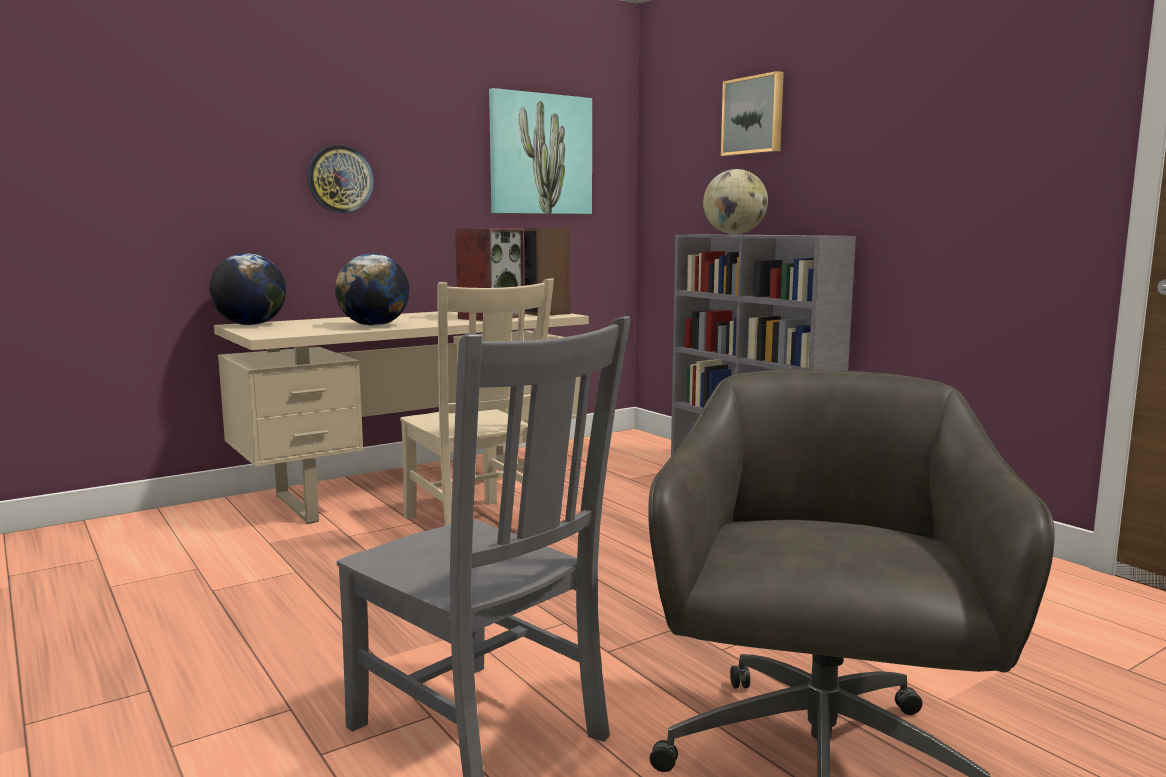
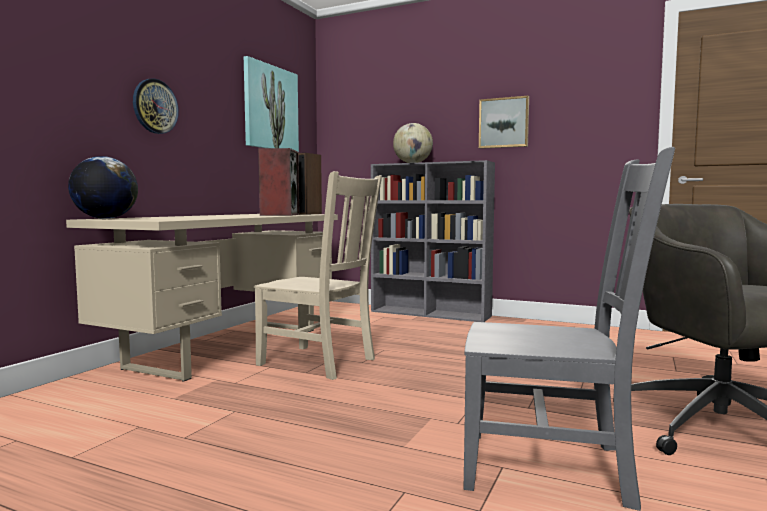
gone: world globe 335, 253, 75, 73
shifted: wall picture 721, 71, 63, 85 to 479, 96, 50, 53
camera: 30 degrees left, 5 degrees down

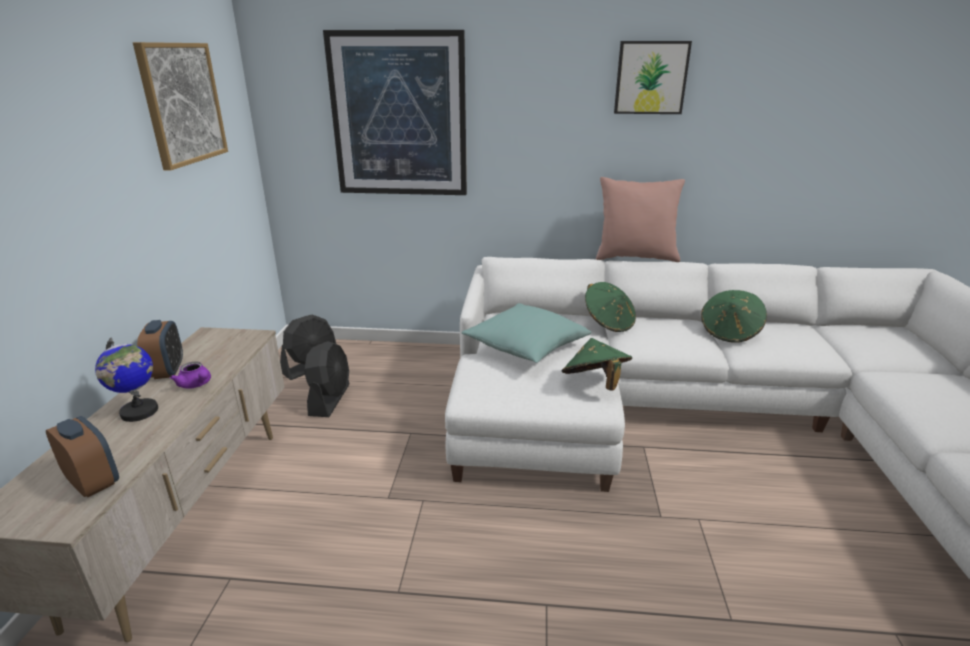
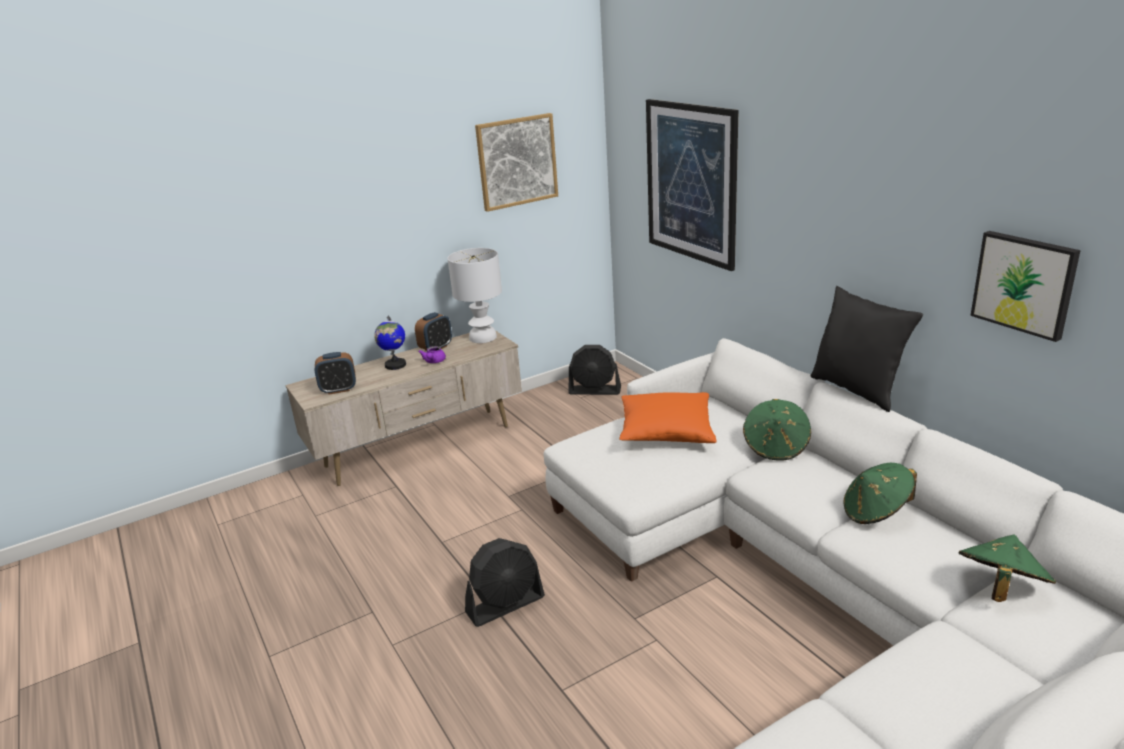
new: white lamp for a table 448, 248, 54, 95
shifted: black cooling fan 304, 341, 45, 76 to 465, 538, 80, 89; greenish clothing hat 562, 338, 70, 52 to 958, 534, 98, 68; wall picture 614, 41, 78, 73 to 970, 231, 111, 111
repainted: blue-green cushion 461, 303, 131, 60 to orange-coloured cushion 619, 392, 98, 51; pinkish cushion 596, 177, 89, 85 to black cushion 810, 286, 113, 126
rotated: bedside clock 46, 416, 73, 81 = 315, 352, 41, 43 75 degrees clockwise
camera: 55 degrees right, 0 degrees up

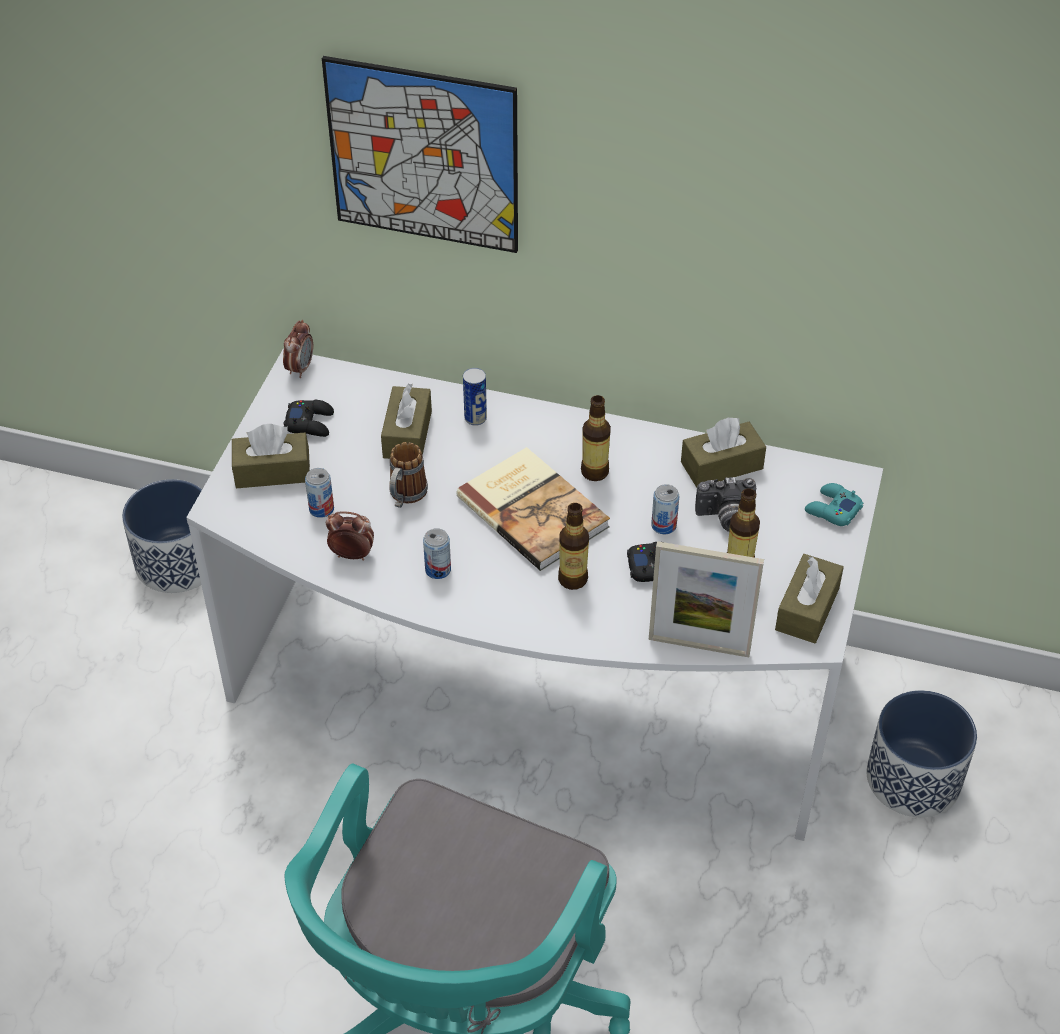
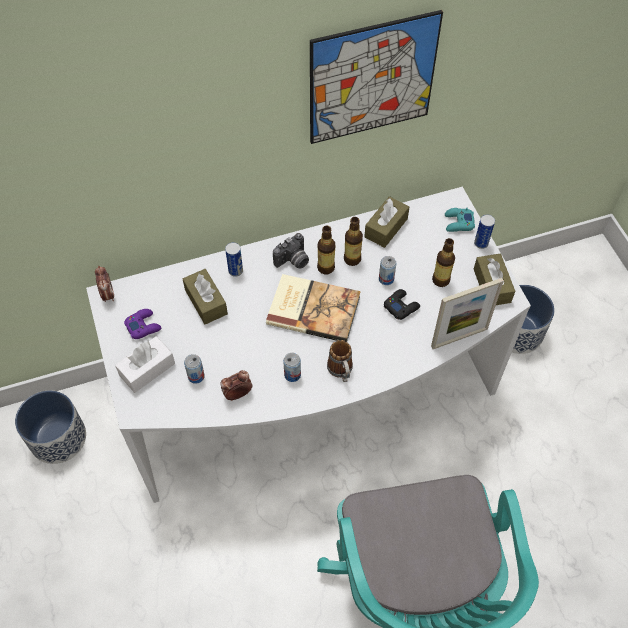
new: sealed can 474, 214, 21, 35
shifted: wall picture 322, 56, 196, 197 to 310, 10, 133, 134; mug 389, 442, 39, 66 to 327, 340, 26, 42; drink bottle 558, 503, 31, 87 to 344, 217, 19, 49; still camera 695, 477, 61, 55 to 273, 233, 36, 36
repainted: brownish box of tissues 232, 424, 78, 64 to white box of tissues 115, 336, 60, 57; black game controller 283, 400, 51, 37 to purple game controller 124, 309, 37, 30
camera: 35 degrees left, 10 degrees up

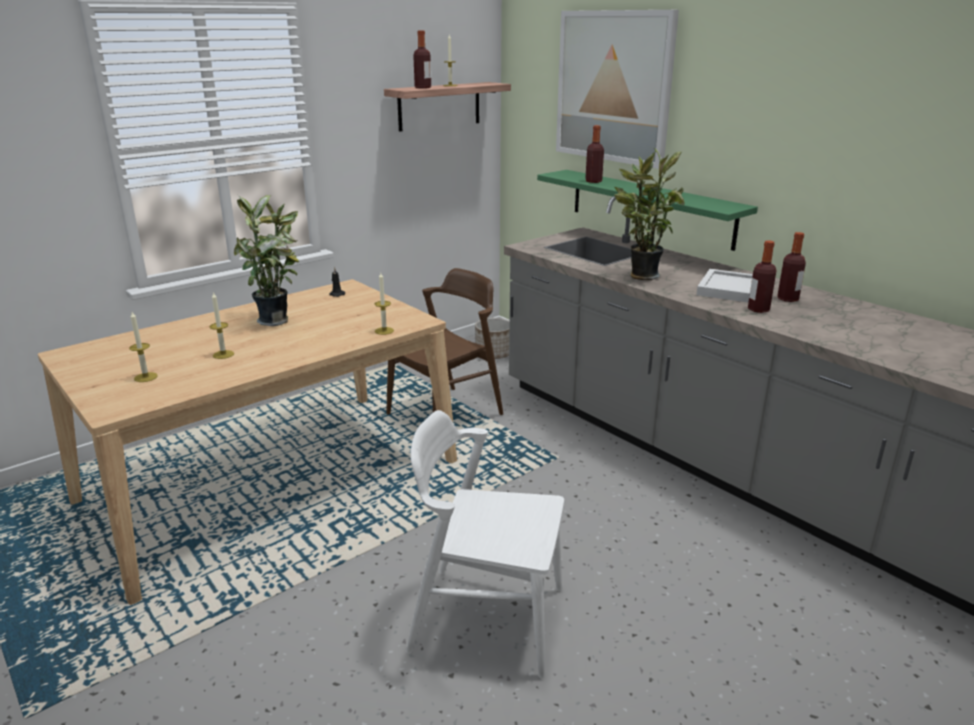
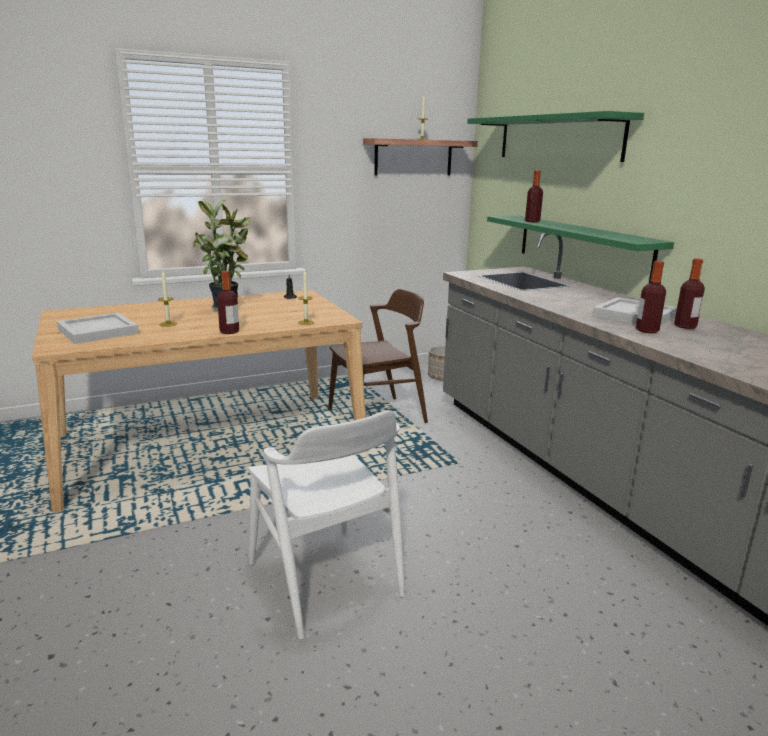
gone: plant in a pot 614, 148, 71, 132
shifted: drink bottle 413, 30, 18, 59 to 217, 271, 22, 63
swapped: wax candle 129, 312, 29, 70 to white serving tray 57, 313, 82, 31; wall picture 556, 10, 123, 159 to greenish bracket shelf 467, 111, 177, 51
rotated: white chair 406, 410, 158, 268 = 248, 410, 157, 229 150 degrees counterclockwise
camera: 15 degrees right, 5 degrees down

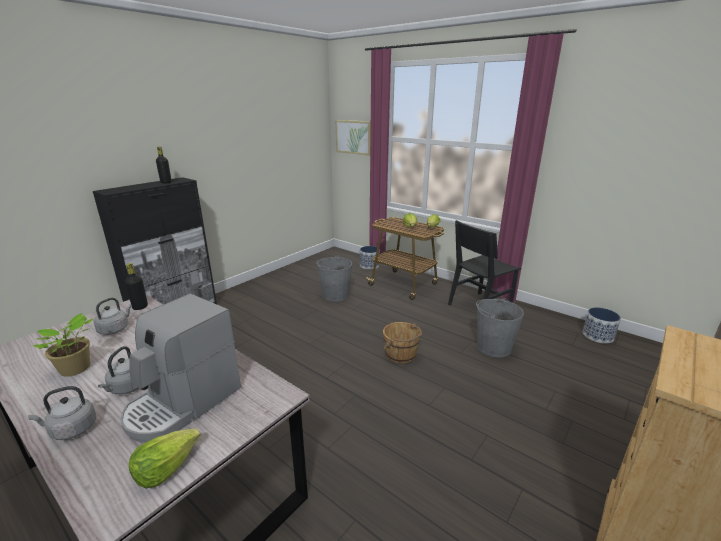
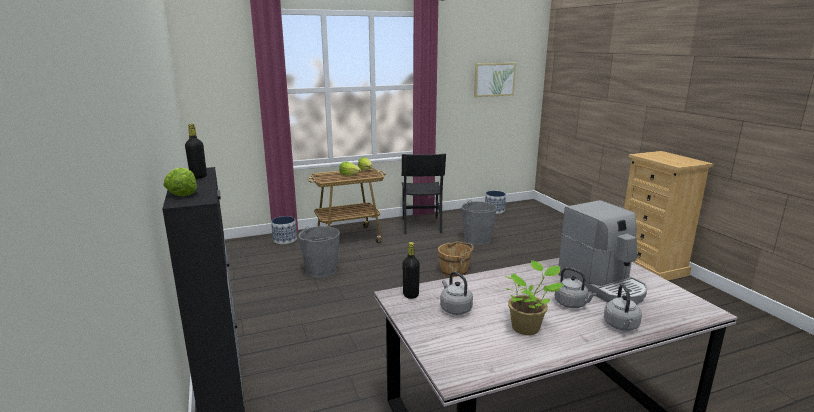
shifted: lettuce head 129, 429, 72, 59 to 164, 168, 33, 28; wall picture 336, 120, 35, 35 to 474, 63, 42, 34
camera: 60 degrees left, 5 degrees down

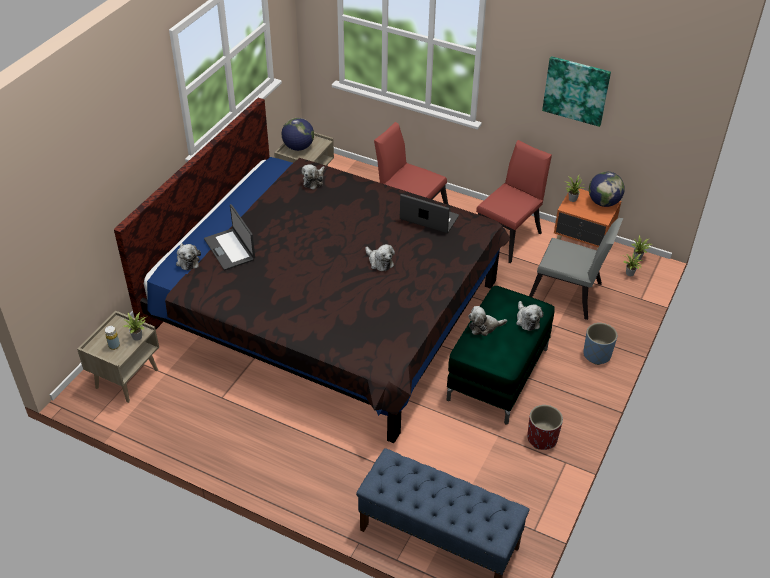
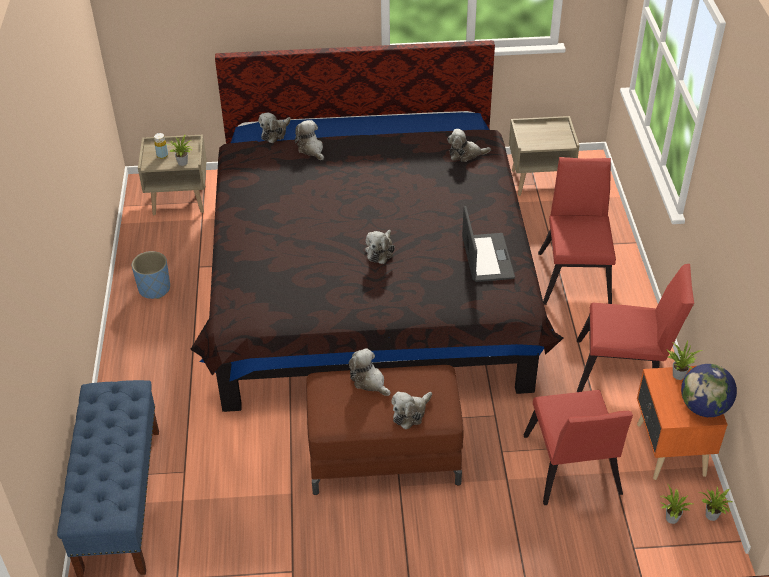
gone: world globe 281, 118, 33, 33; red-coloured flower pot 527, 405, 36, 45; wall picture 542, 56, 69, 71
shifted: blue flower pot 583, 323, 34, 42 to 132, 251, 38, 48
swapped: notebook computer 204, 204, 51, 66 to cuddly toy 295, 120, 29, 41
repainted: greenish ottoman 447, 286, 108, 139 to brownish ottoman 306, 365, 158, 130; grey chair 529, 218, 94, 102 to red-coloured chair 524, 390, 109, 115
camera: 60 degrees right, 0 degrees up

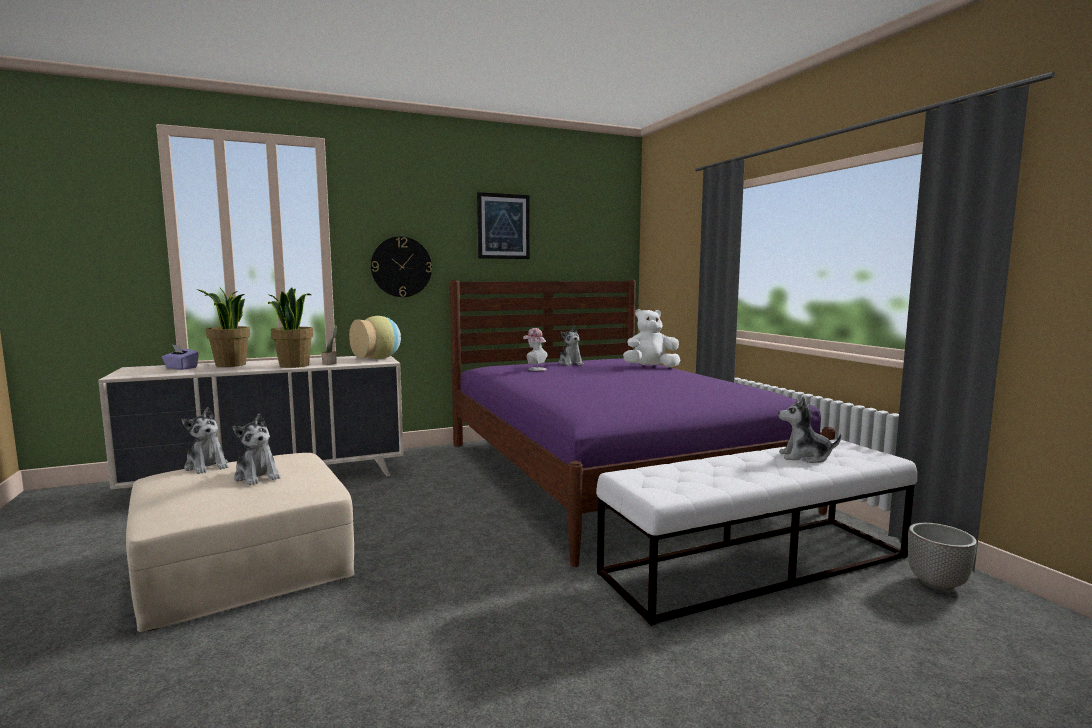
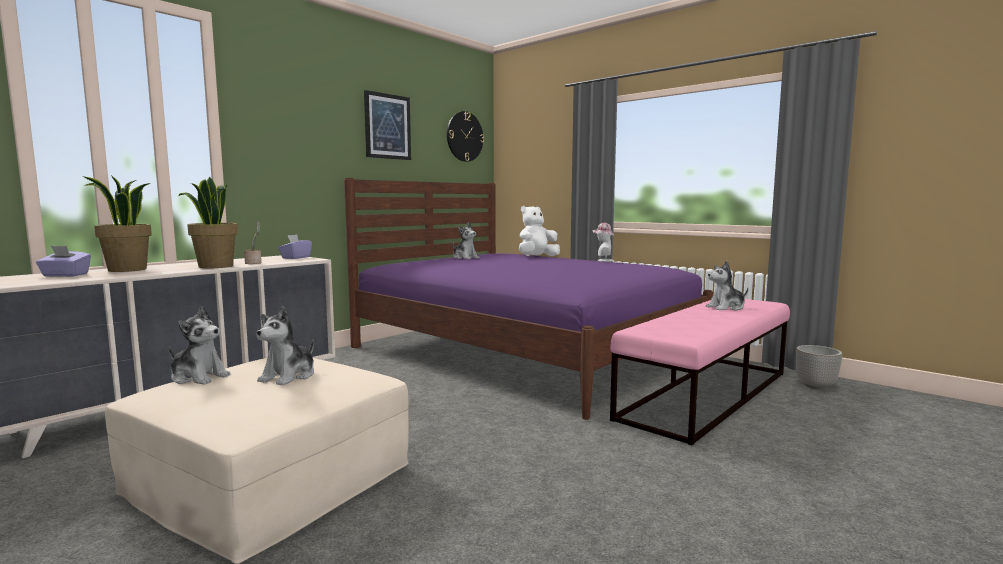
shifted: wall clock 371, 236, 61, 61 to 447, 111, 37, 51; clothing hat 523, 328, 25, 43 to 592, 223, 23, 39
swapped: flower vase 349, 316, 52, 43 to purple box of tissues 278, 235, 34, 24
repainted: white long seat 596, 439, 321, 187 to pinkish long seat 610, 299, 180, 147
rotated: cuddly toy 232, 414, 49, 71 = 256, 306, 58, 80 90 degrees clockwise
camera: 25 degrees left, 0 degrees up

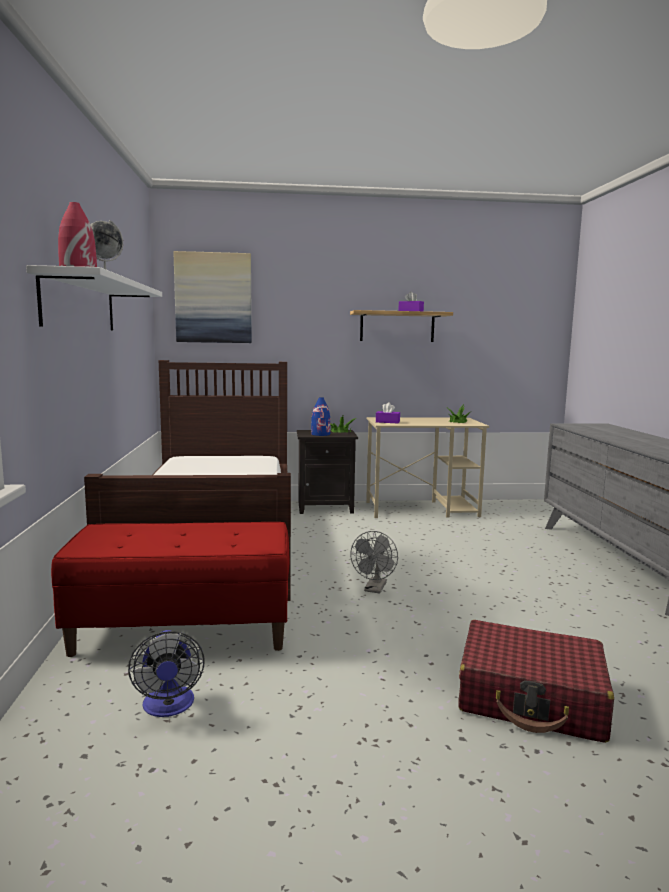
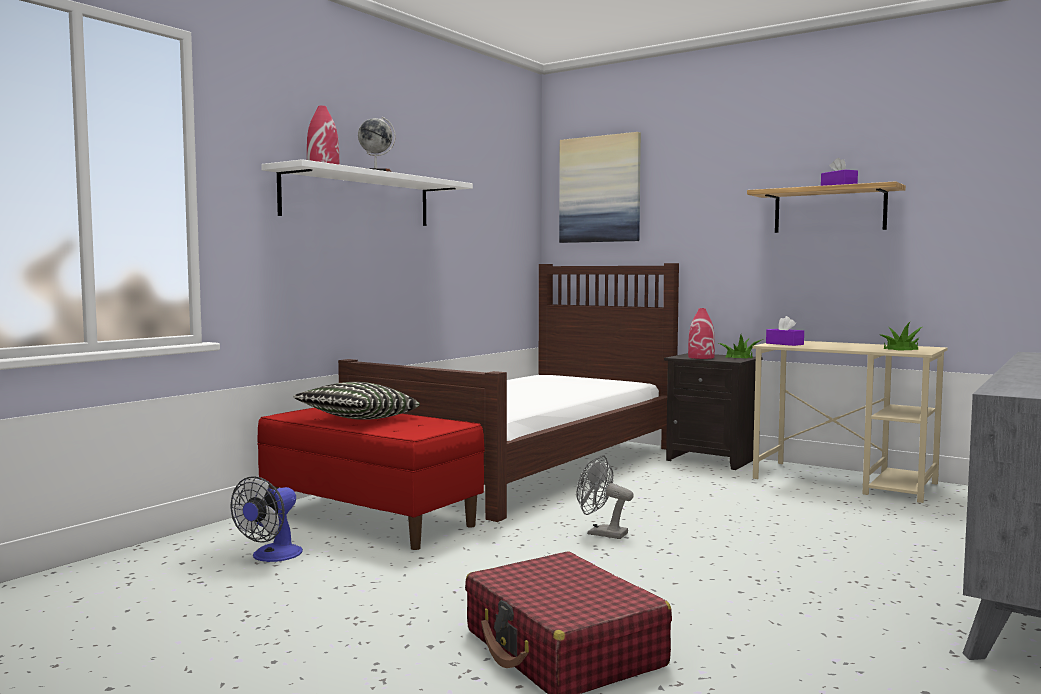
new: cushion 293, 382, 127, 38
repainted: blue flower vase 311, 397, 20, 39 to red-coloured flower vase 688, 308, 27, 51
rotated: grey cooling fan 350, 531, 48, 62 = 576, 455, 58, 84 60 degrees clockwise
camera: 40 degrees right, 5 degrees down

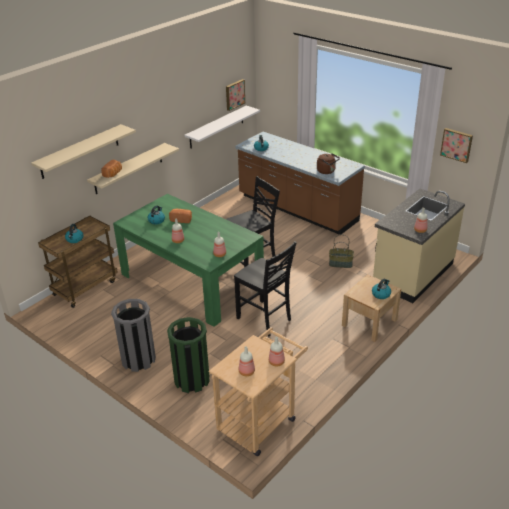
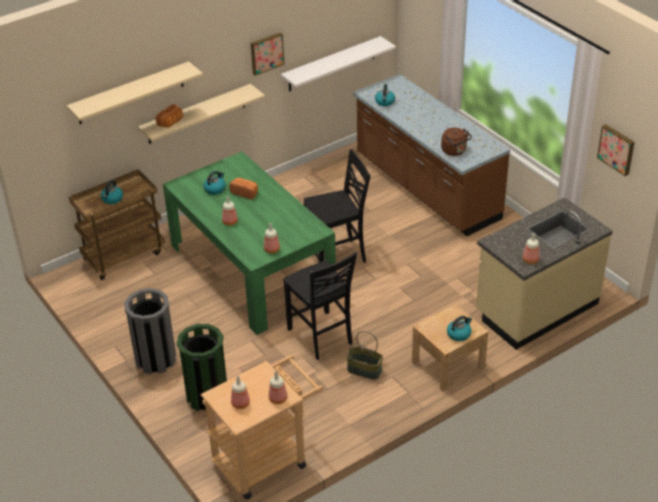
shifted: wall picture 226, 79, 19, 32 to 251, 32, 33, 44; household basket 329, 234, 25, 34 to 346, 331, 37, 49
camera: 15 degrees right, 5 degrees up

